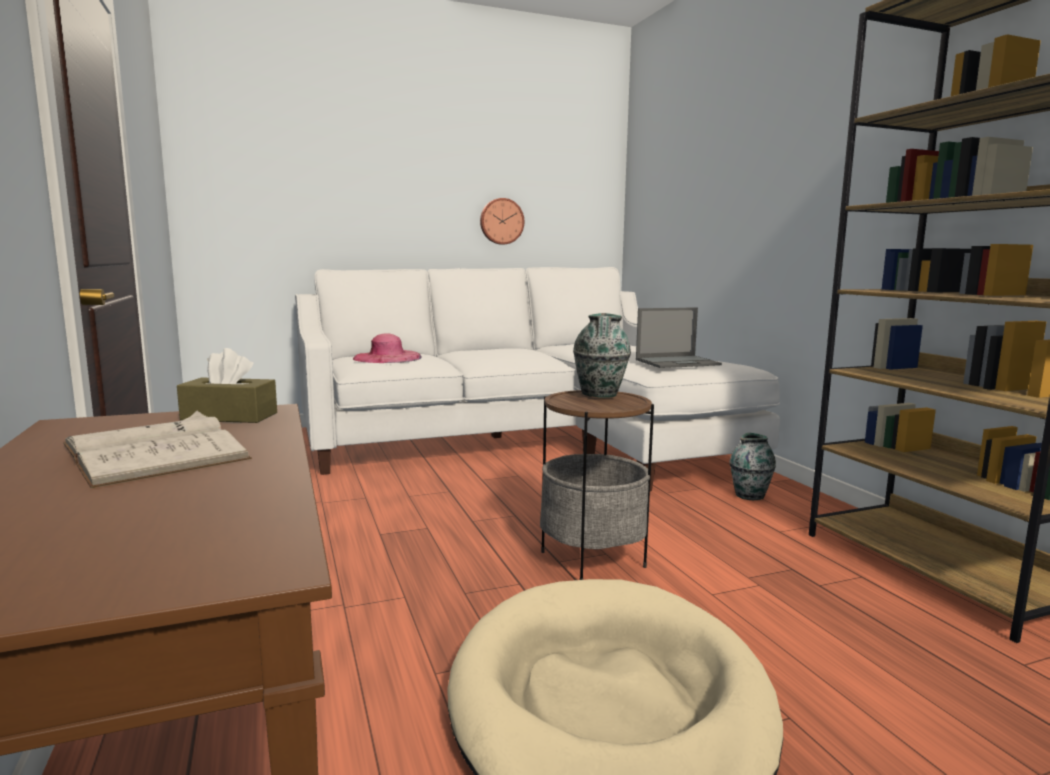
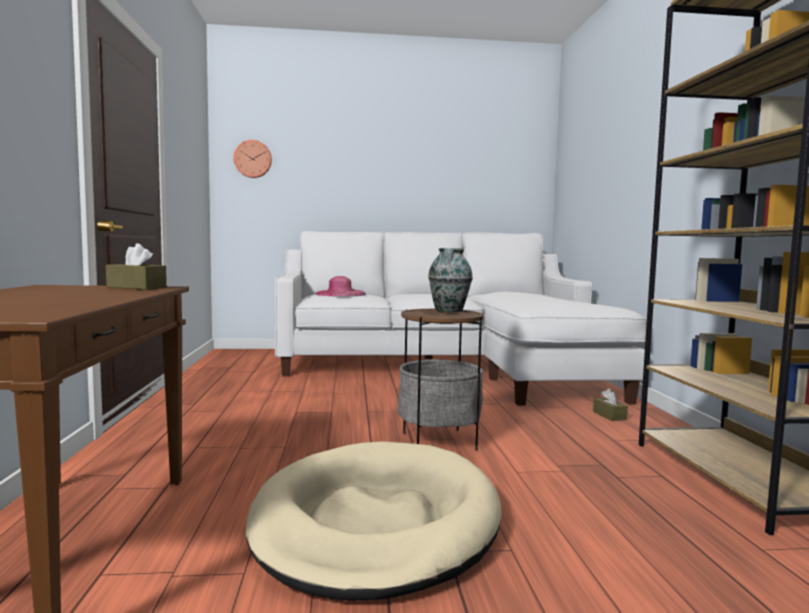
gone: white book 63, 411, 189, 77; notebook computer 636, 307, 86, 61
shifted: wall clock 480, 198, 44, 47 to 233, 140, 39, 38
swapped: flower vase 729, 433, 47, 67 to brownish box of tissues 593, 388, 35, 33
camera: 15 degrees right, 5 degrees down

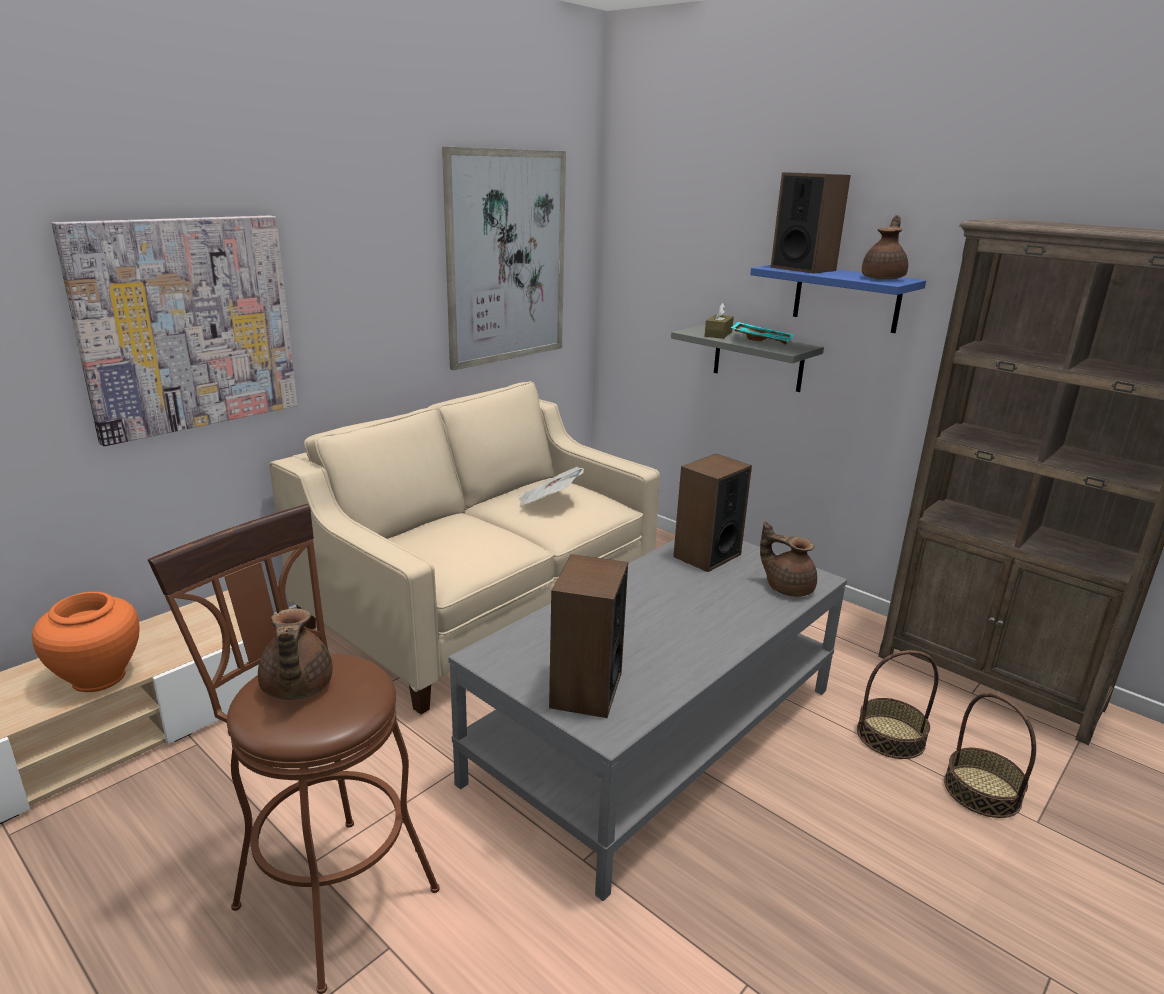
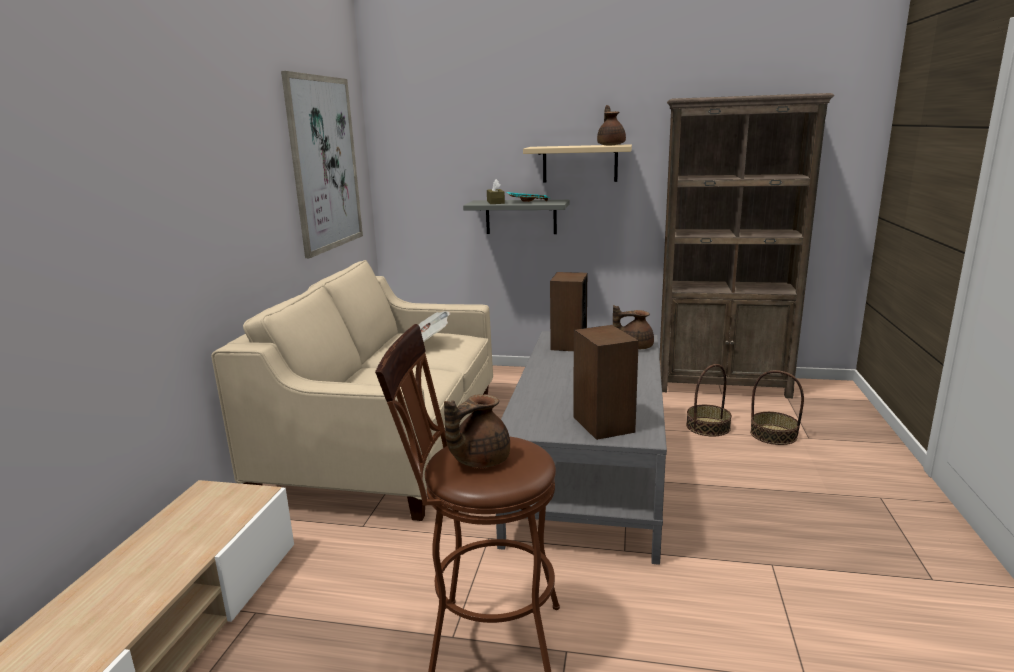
gone: orange-coloured flower vase 32, 592, 107, 100; wall picture 52, 216, 245, 230; speaker 771, 172, 80, 102
repainted: blue bracket shelf 750, 265, 176, 68 to beige-coloured bracket shelf 523, 144, 109, 39
rotated: brownish teapot 258, 608, 75, 92 = 444, 394, 66, 74 90 degrees clockwise
camera: 30 degrees left, 5 degrees down

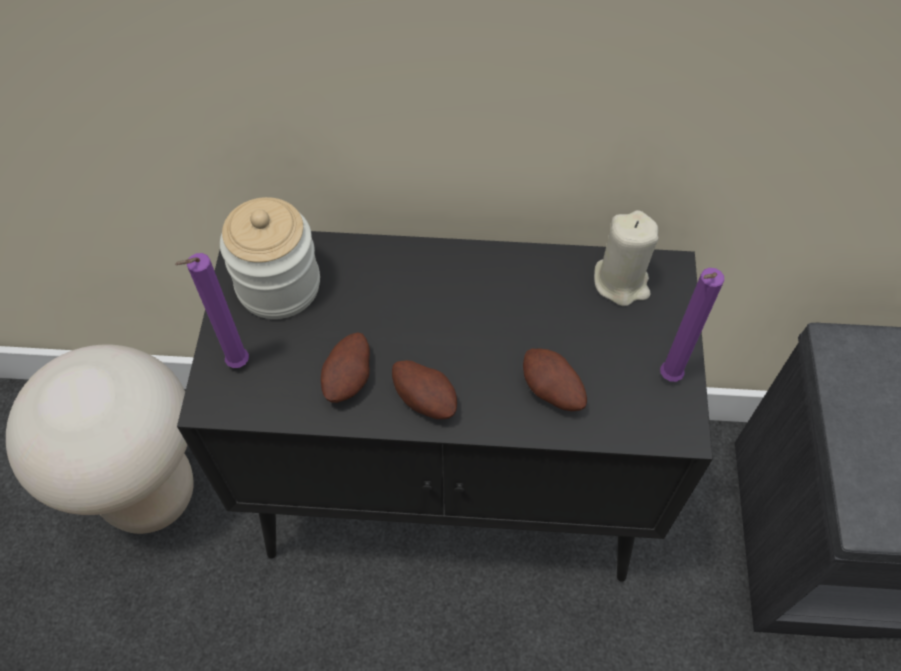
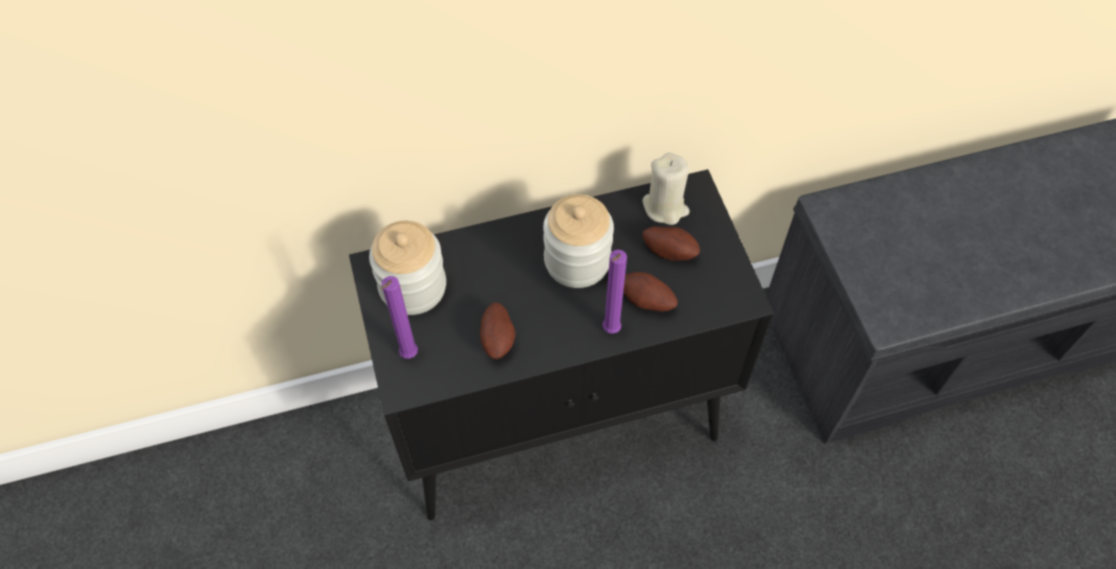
gone: beige-coloured stool 6, 345, 188, 189
new: preserve jar 543, 194, 71, 94
shifted: whole potato 392, 360, 65, 59 to 643, 226, 57, 35; purple wax candle 660, 268, 64, 114 to 603, 249, 24, 85
camera: 20 degrees left, 0 degrees up

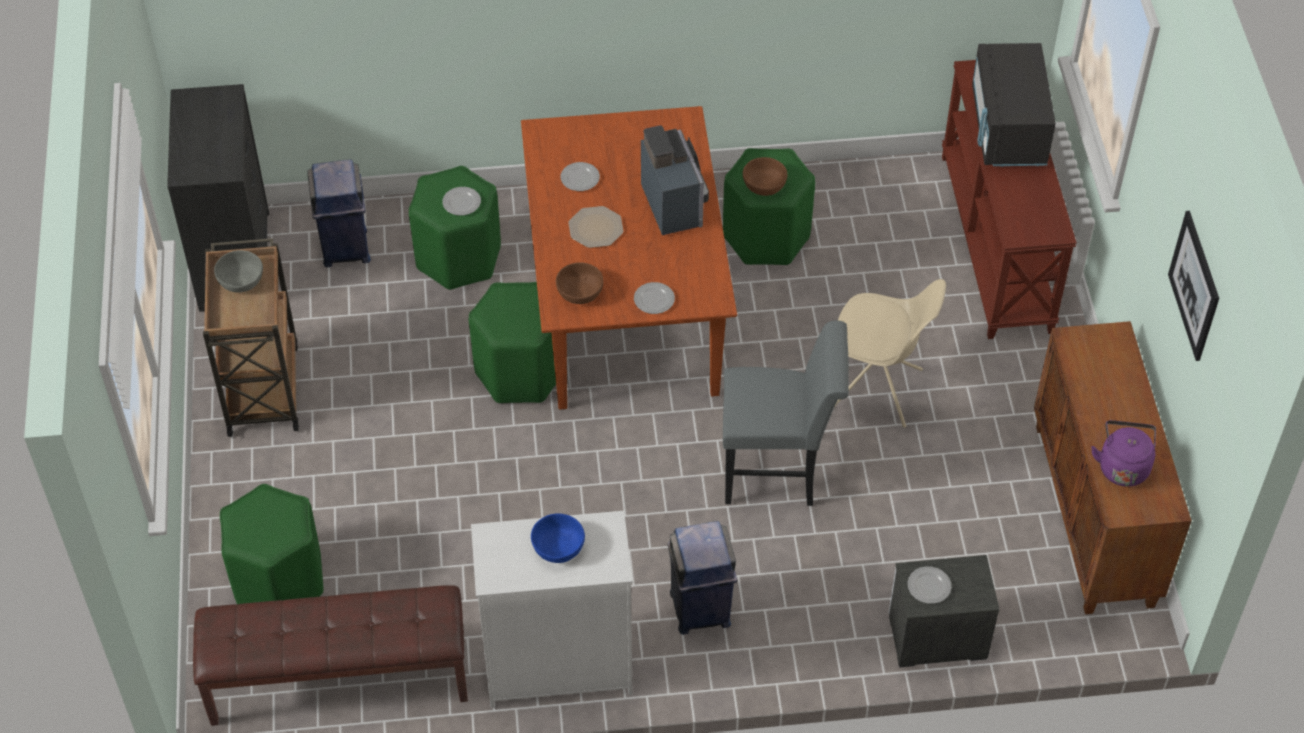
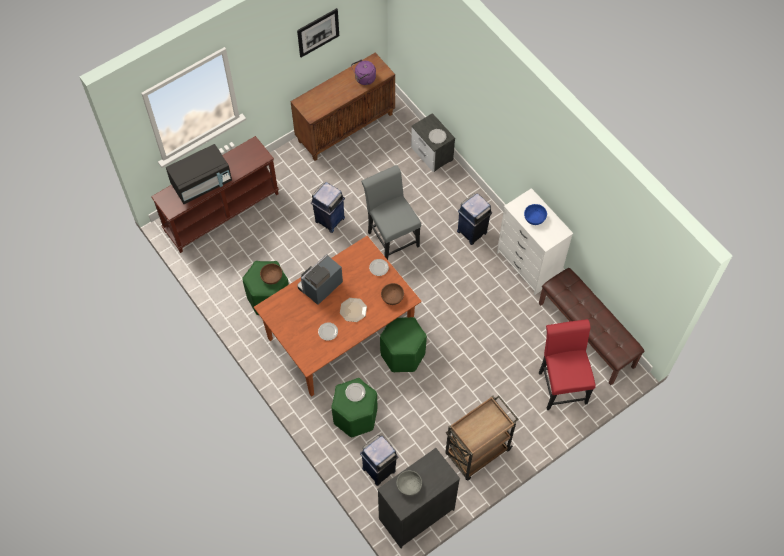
shifted: grey bowl 214, 250, 49, 43 to 396, 471, 26, 25
swapped: greenish stool 220, 484, 104, 120 to red-coloured chair 539, 319, 57, 91; beige-coloured chair 835, 279, 111, 149 to blue rubbish bin 311, 182, 34, 51
camera: 120 degrees left, 10 degrees up

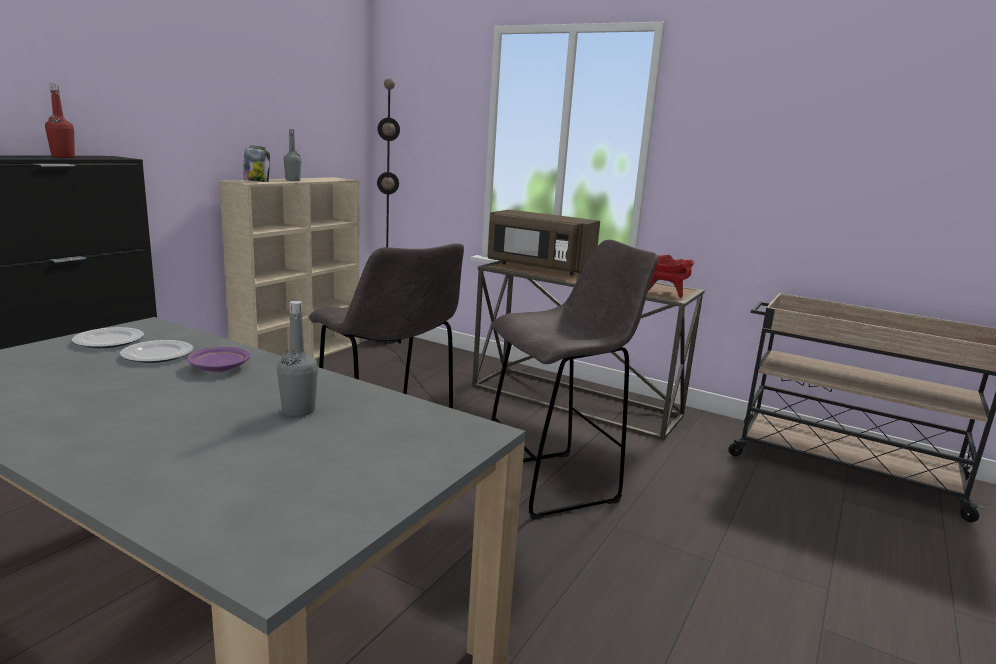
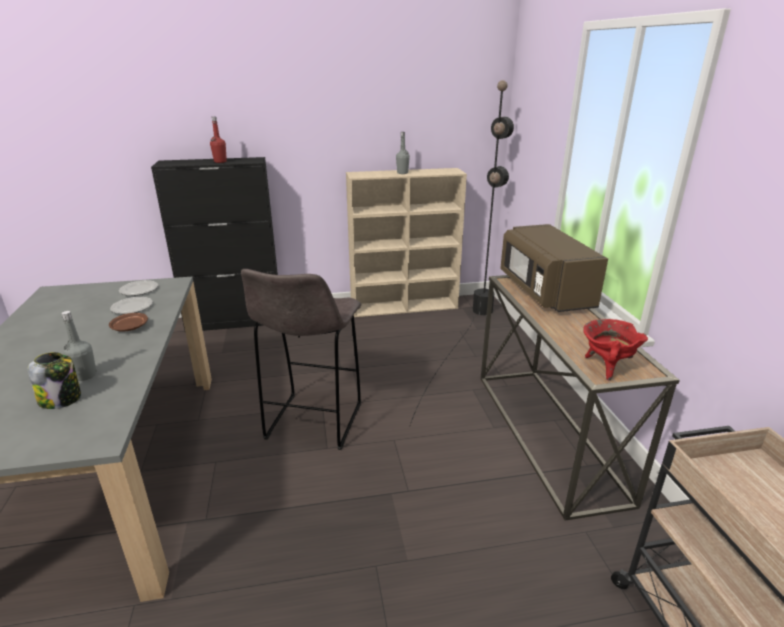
gone: grey stool 491, 240, 167, 280
shifted: preserve jar 243, 145, 27, 37 to 28, 352, 53, 57
repainted: purple dinner plate 187, 347, 64, 25 to brownish dinner plate 109, 313, 39, 18
camera: 50 degrees right, 10 degrees up

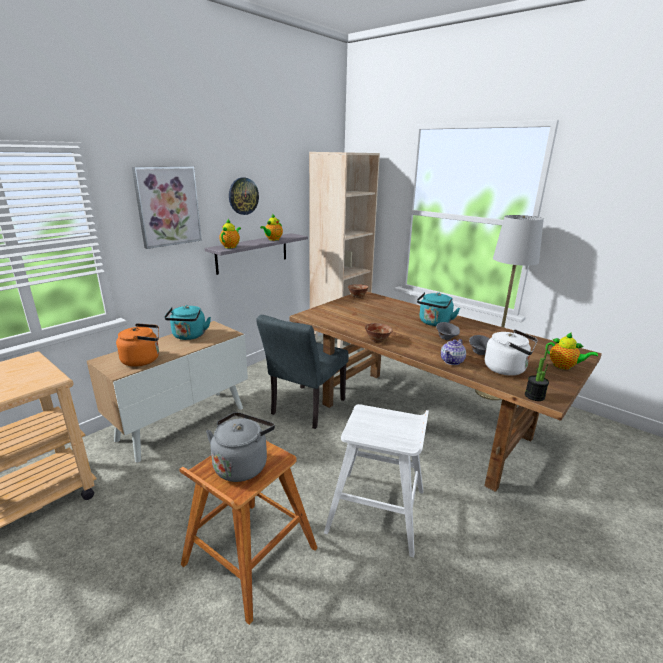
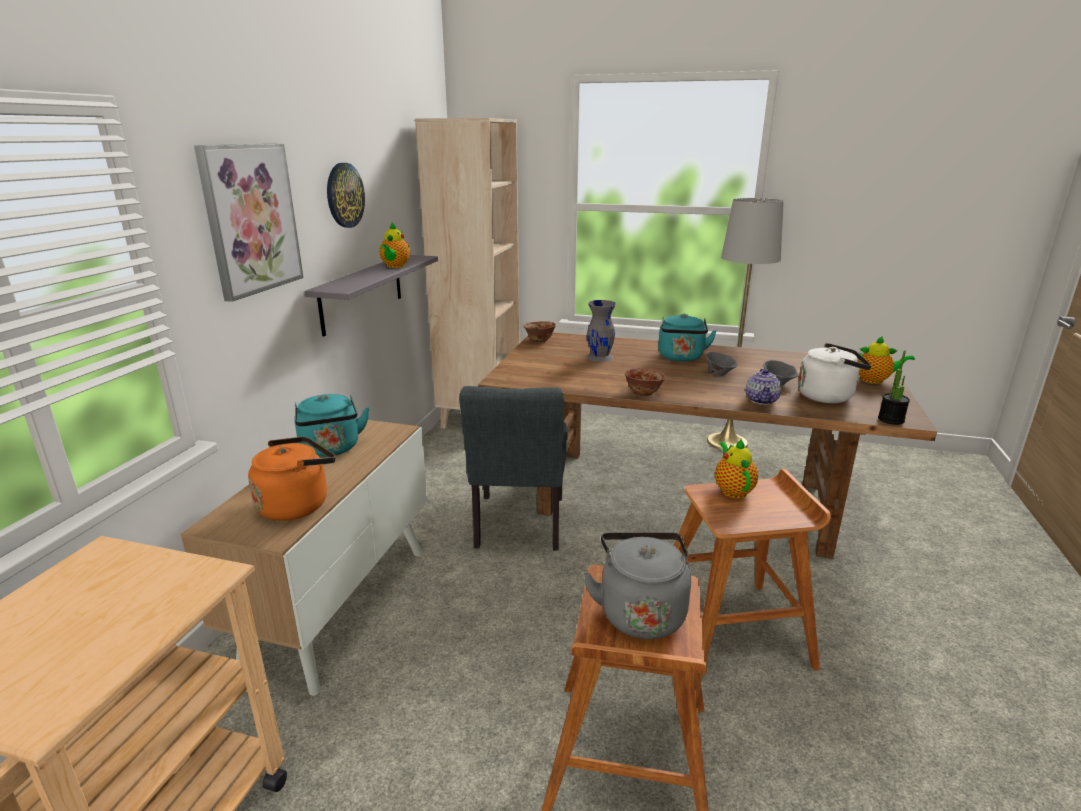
new: grey flower vase 586, 300, 30, 62
shifted: teapot 219, 219, 22, 29 to 715, 439, 43, 60
repainted: white stool 324, 404, 105, 154 to brownish stool 674, 469, 157, 211
camera: 25 degrees left, 0 degrees up

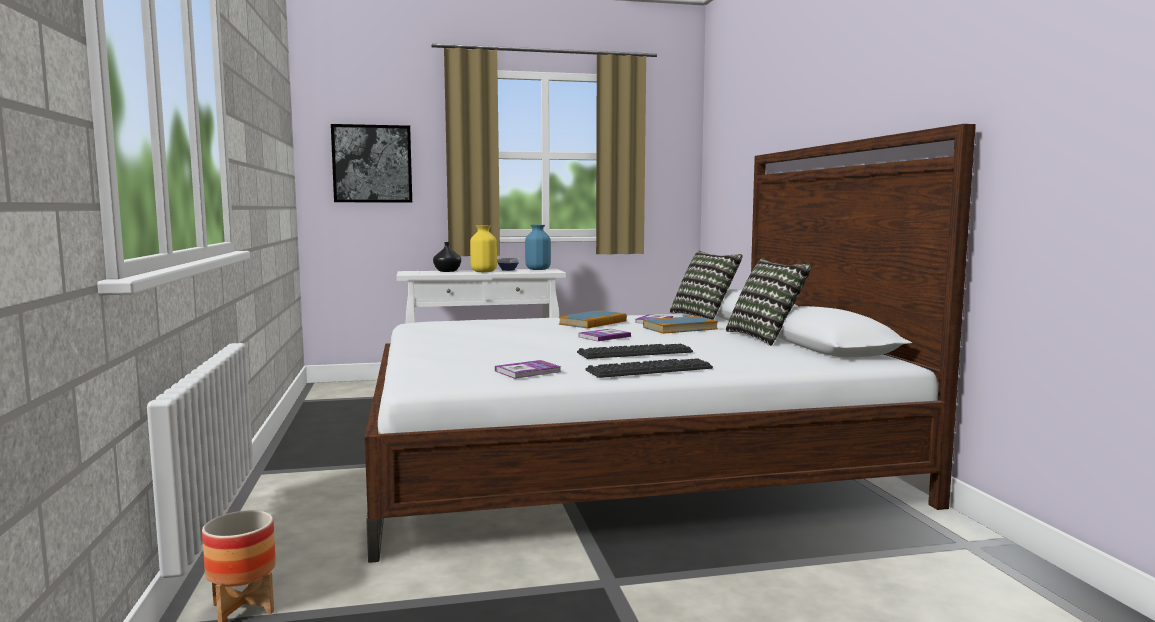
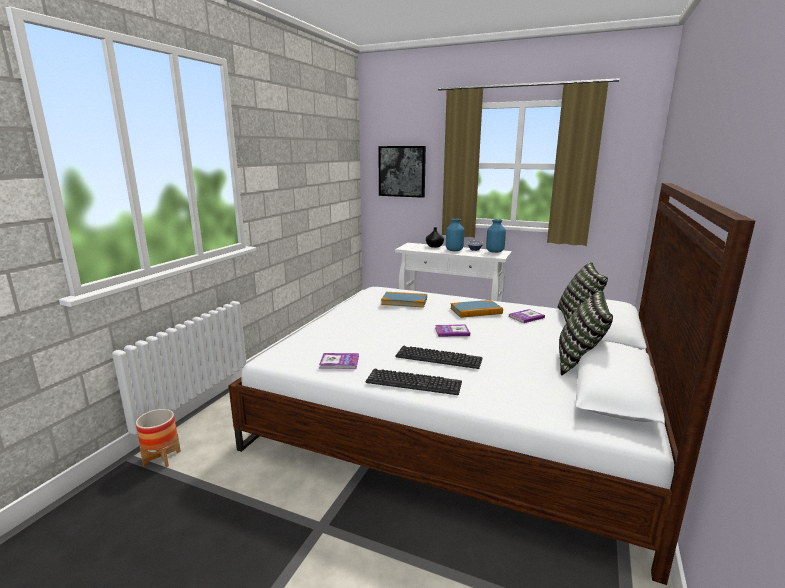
shifted: book 643, 316, 75, 18 to 381, 292, 46, 16
repainted: yellowish flower vase 470, 225, 27, 47 to blue flower vase 446, 218, 18, 33
camera: 35 degrees right, 10 degrees up

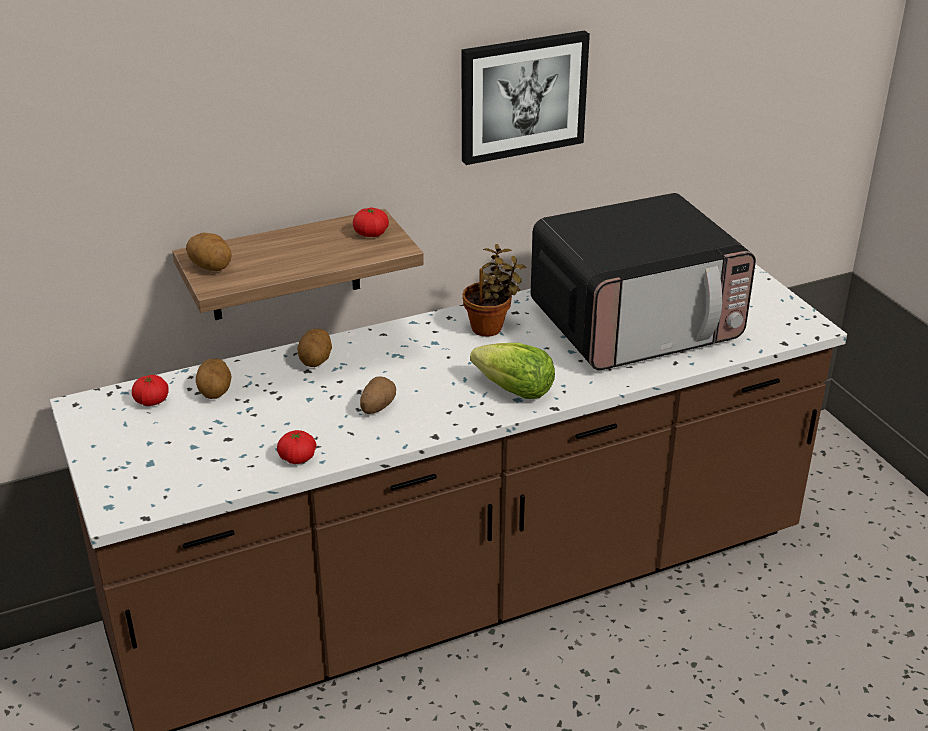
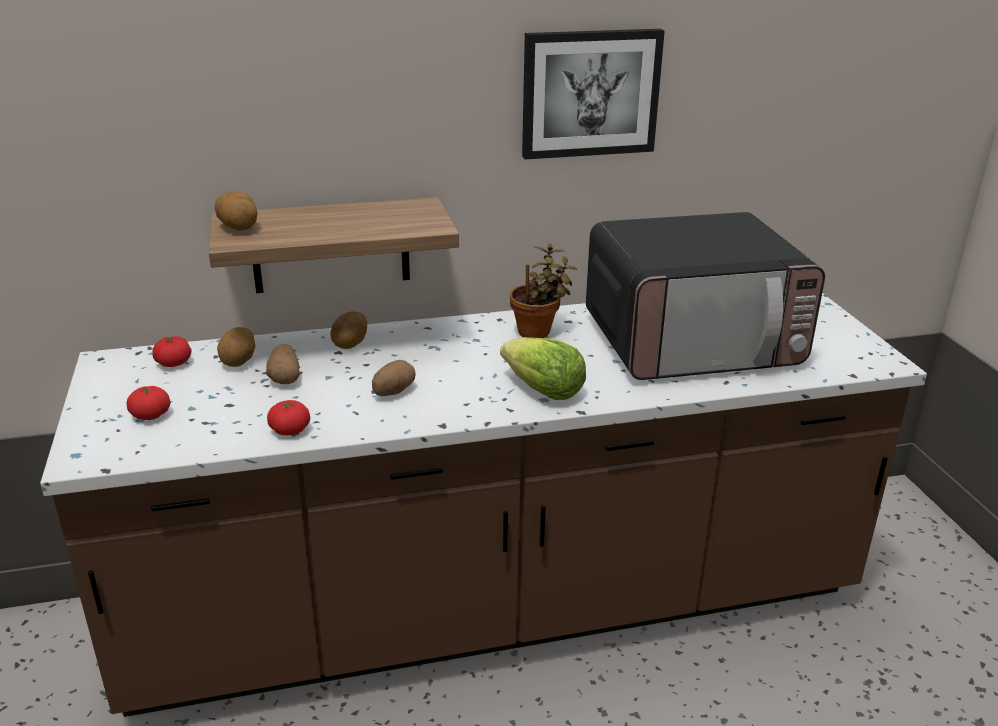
new: whole potato 266, 344, 33, 40
shifted: fresh tomato 353, 208, 36, 29 to 127, 386, 43, 34
camera: 10 degrees right, 5 degrees down

